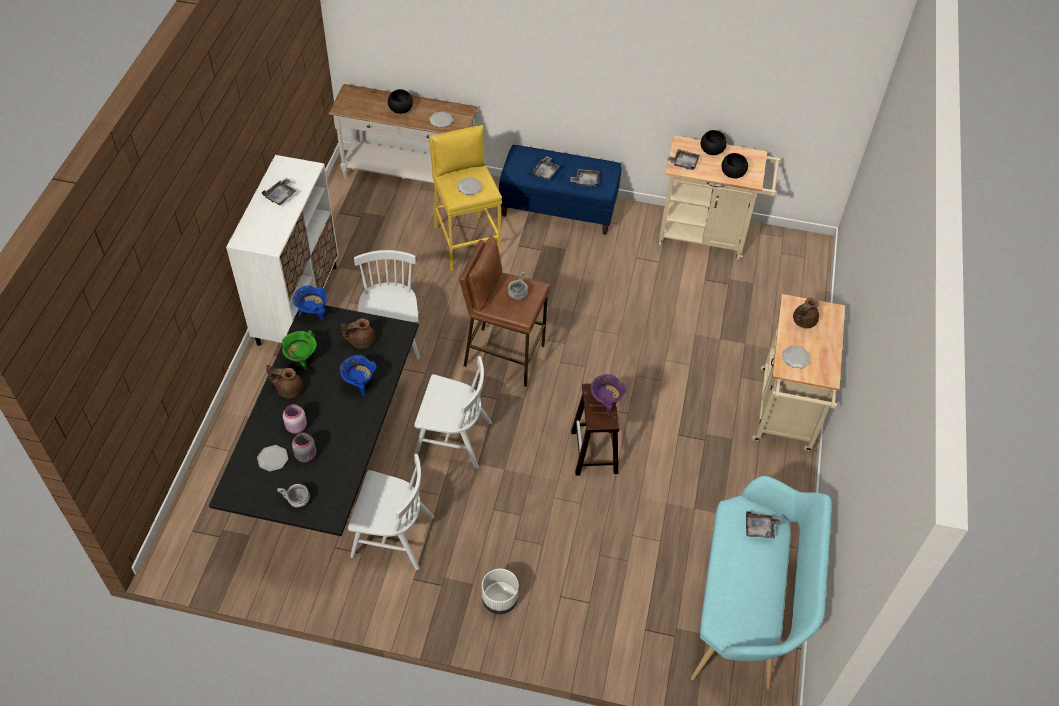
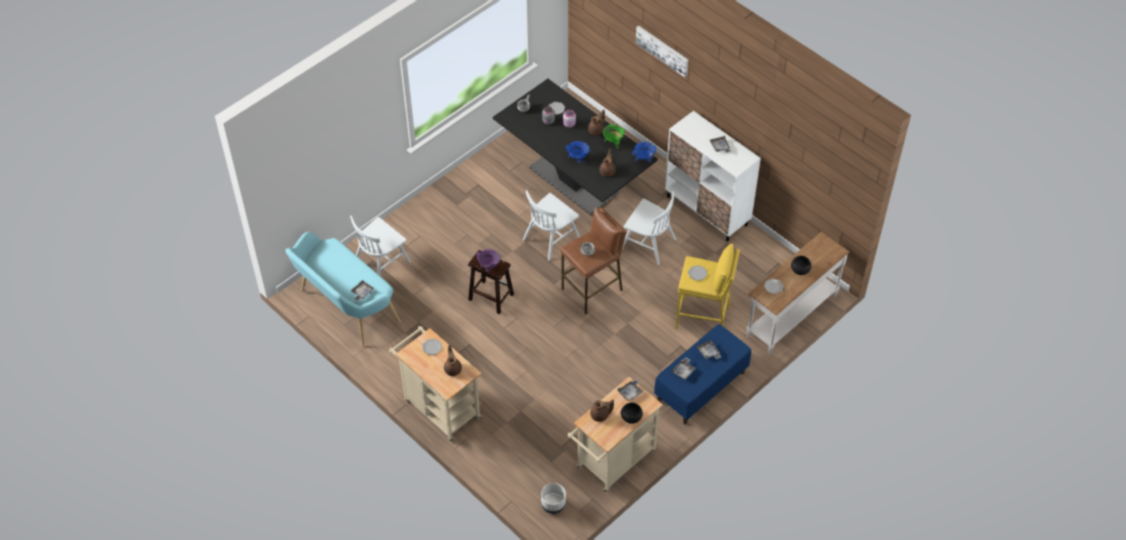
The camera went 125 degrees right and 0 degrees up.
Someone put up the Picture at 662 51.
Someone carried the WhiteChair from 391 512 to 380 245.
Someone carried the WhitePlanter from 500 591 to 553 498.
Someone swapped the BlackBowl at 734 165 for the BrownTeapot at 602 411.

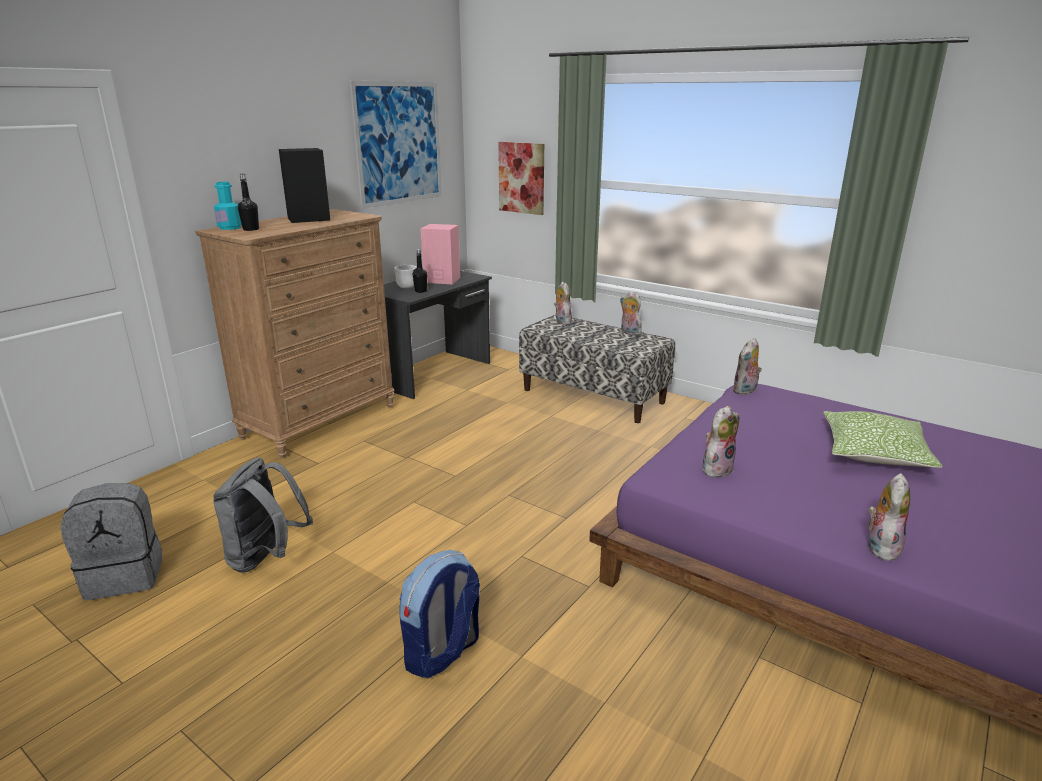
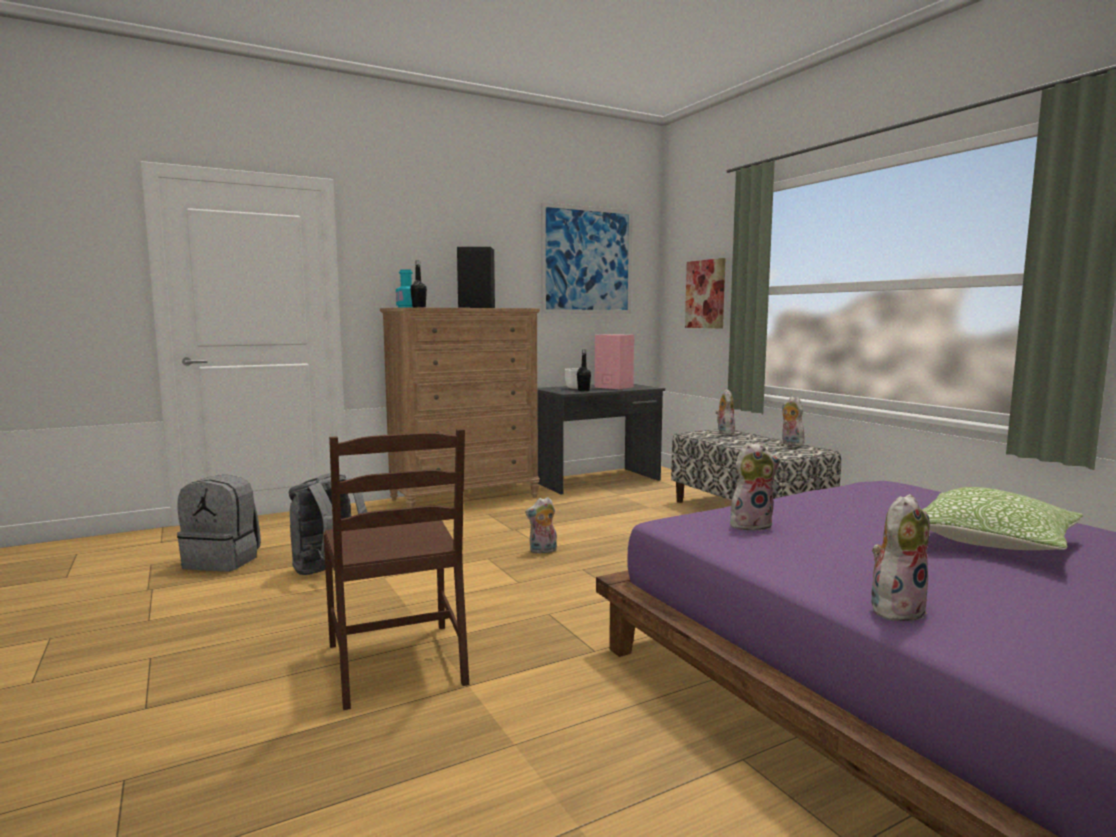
The camera went 25 degrees right and 15 degrees down.
Someone carried the PlushToy from 747 366 to 541 525.
Someone swapped the Backpack at 439 614 for the BrownChair at 396 569.

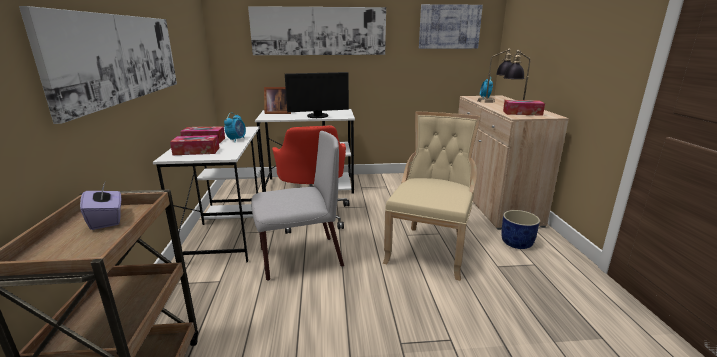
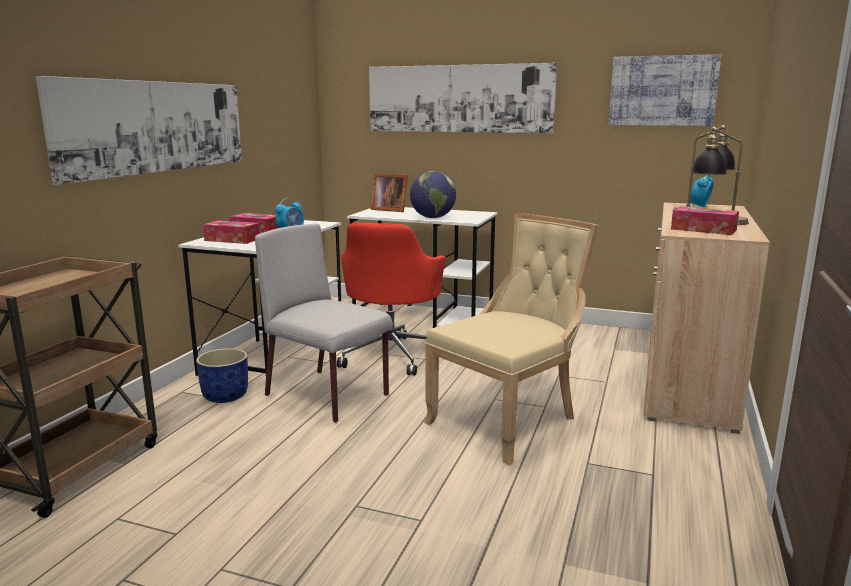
The camera went 25 degrees right and 5 degrees down.
Someone took away the PurpleTissueBox at 100 206.
Someone carried the BluePlanter from 521 229 to 222 375.
Someone swapped the Monitor at 317 95 for the Globe at 433 194.
Someone rotated the GreyChair at 297 206 by 150 degrees counterclockwise.

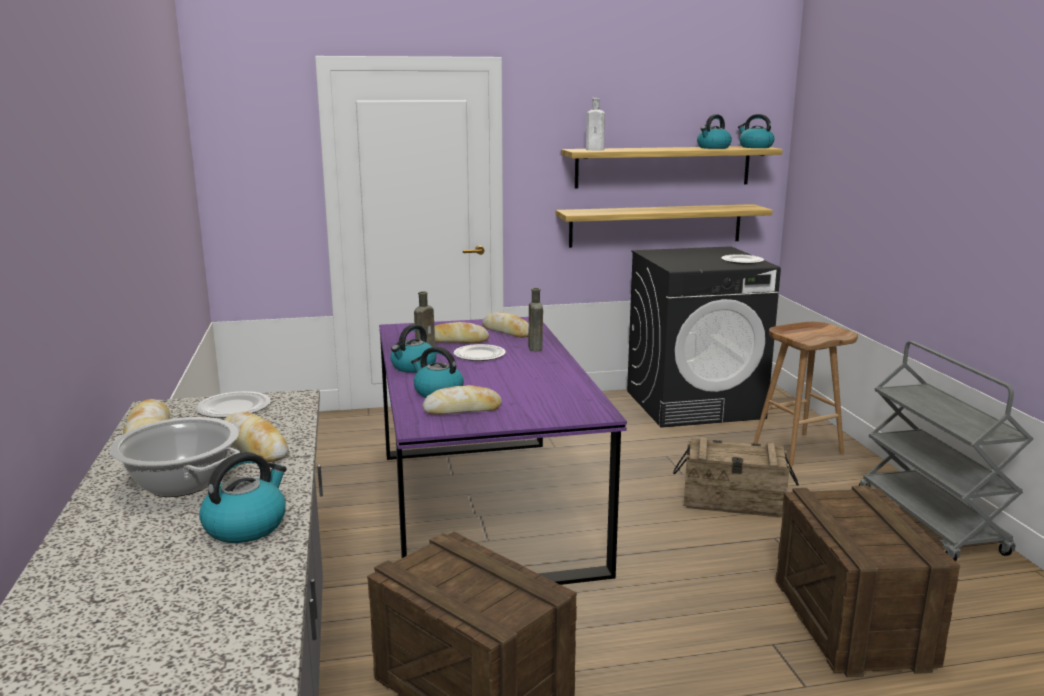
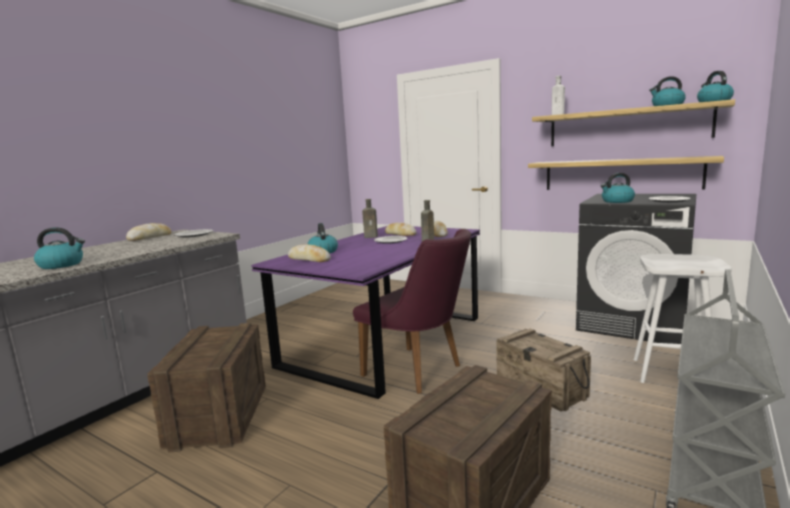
The camera went 45 degrees right and 5 degrees down.
Someone took away the CookingPot at 174 457.
Someone took away the Bread at 256 437.
Someone put down the PurpleChair at 412 311.
Someone carried the Kettle from 413 348 to 618 188.
Someone repainted the BrownStool at 805 394, which became the WhiteStool at 683 318.

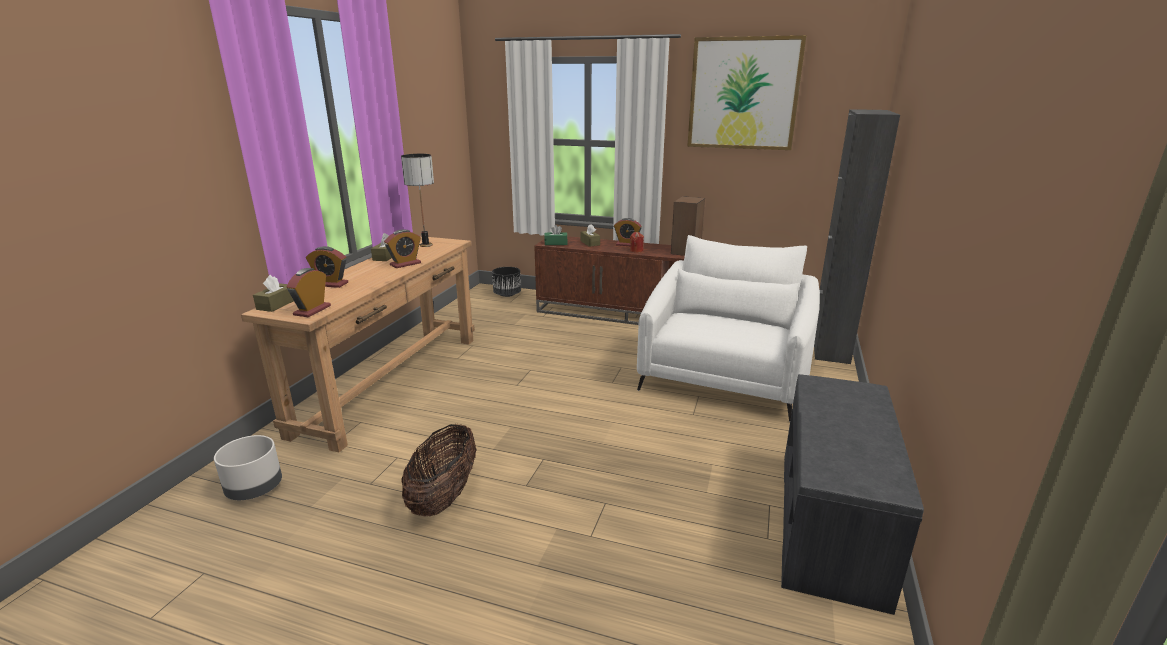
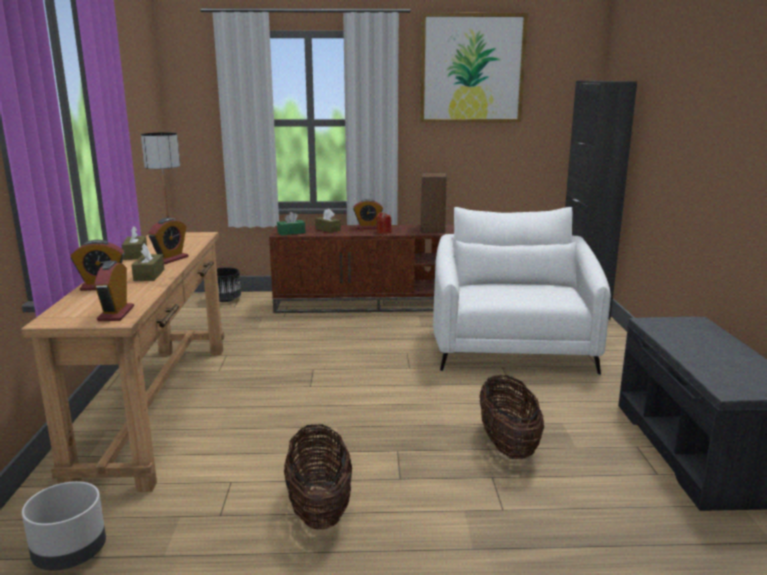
The camera went 20 degrees left and 5 degrees down.
Someone put down the Basket at 511 417.
Someone carried the BrownTissueBox from 273 293 to 147 262.

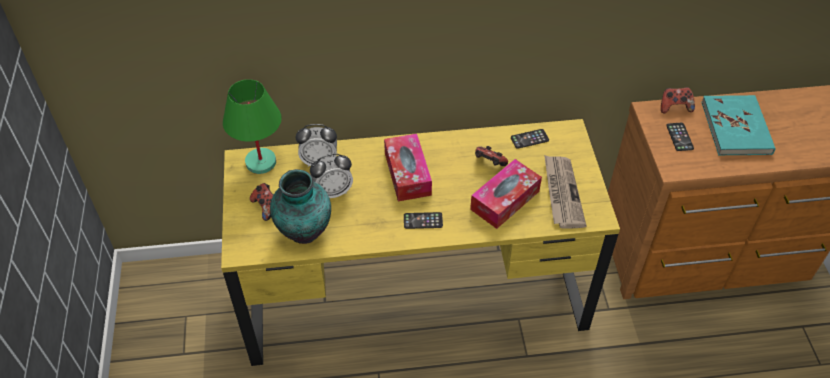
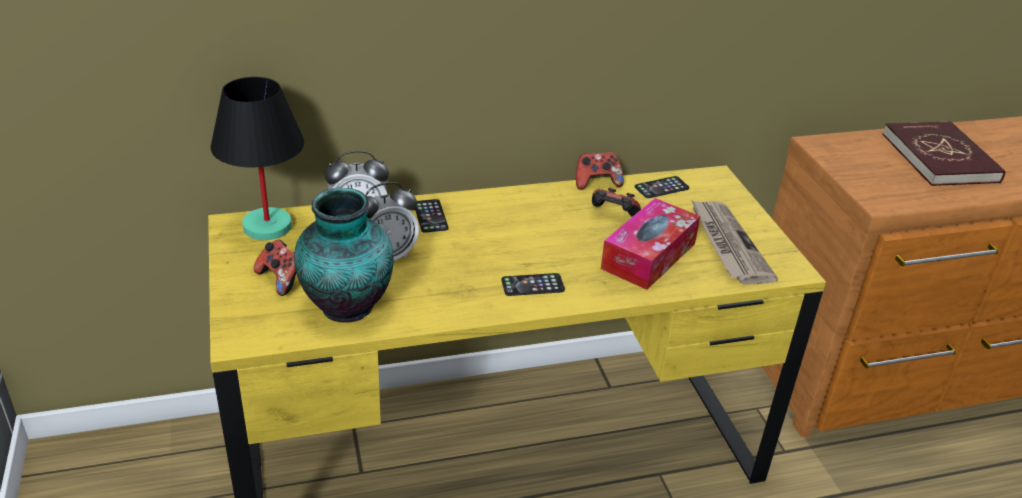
The camera went 10 degrees left and 15 degrees down.
Someone took away the TissueBox at 408 167.
Someone carried the GameController from 678 100 to 600 171.
Someone carried the Phone from 680 137 to 432 216.
Someone repainted the GreenTableLamp at 252 126, which became the BlackTableLamp at 257 158.
Someone repainted the TurquoiseBook at 738 125, which became the RedBook at 944 153.

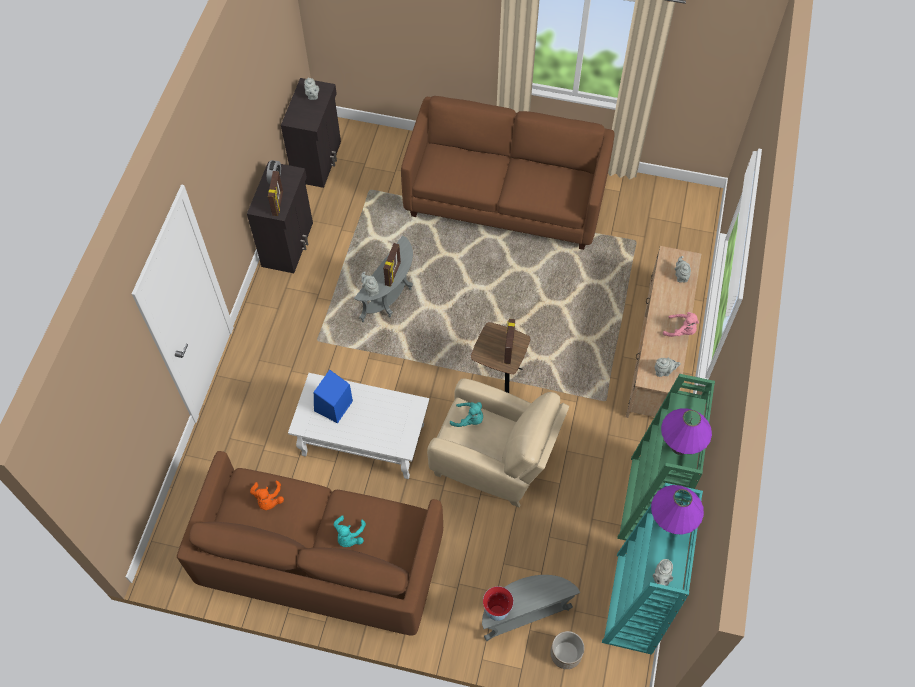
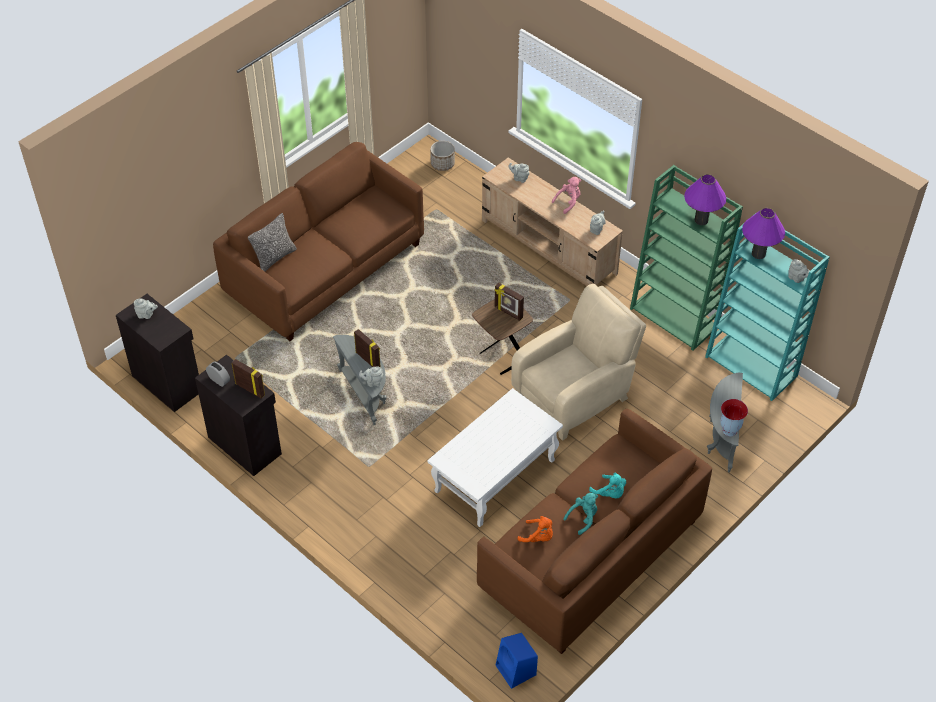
The camera went 60 degrees left and 10 degrees down.
Someone put down the Pillow at 272 242.
Someone carried the BlueSpeaker from 333 396 to 517 661.
Someone carried the TurquoisePlushToy from 466 414 to 580 514.
Someone carried the Planter from 567 650 to 442 156.

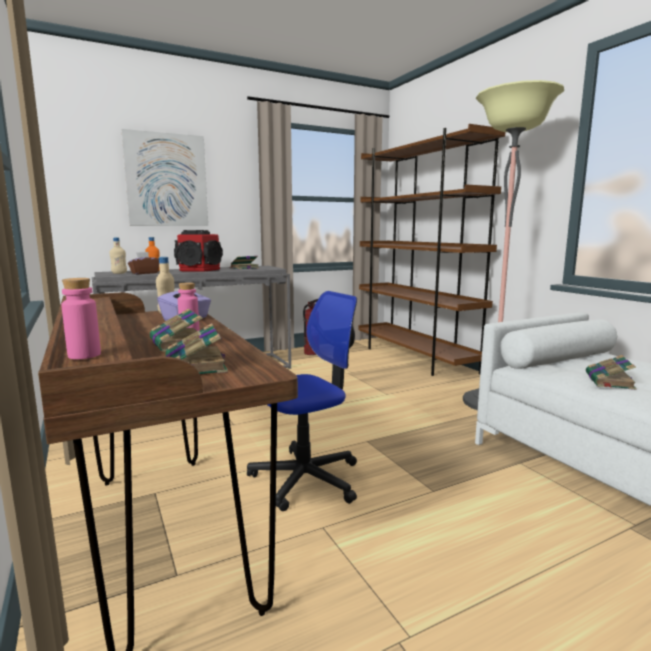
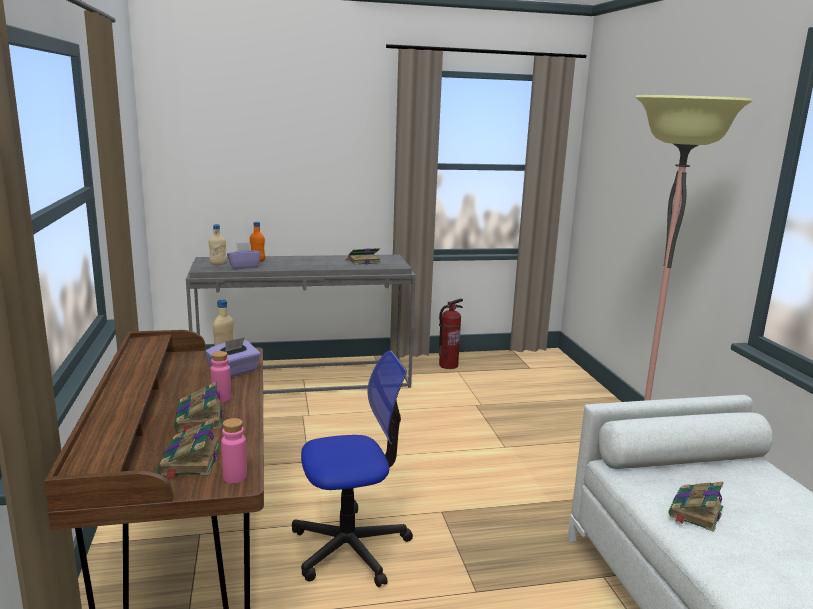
The camera went 15 degrees right and 5 degrees up.
Someone took away the Picture at 164 177.
Someone took away the Speaker at 198 251.
Someone took away the BrownBookcase at 432 250.
Someone carried the PinkBottle from 81 318 to 234 450.
Someone repainted the BrownTissueBox at 143 263, which became the PurpleTissueBox at 244 255.

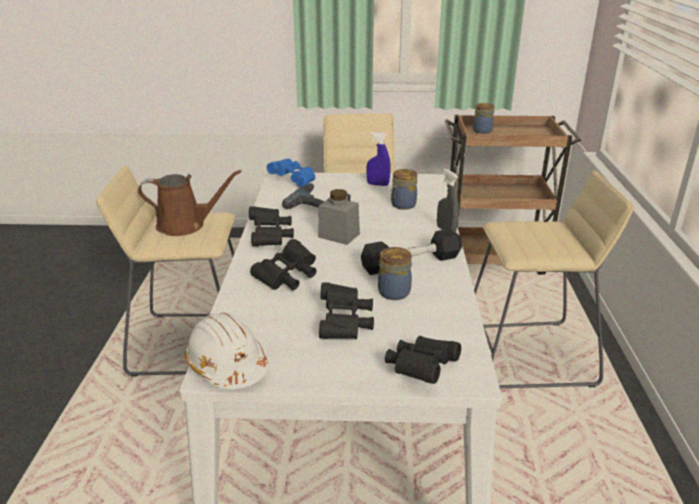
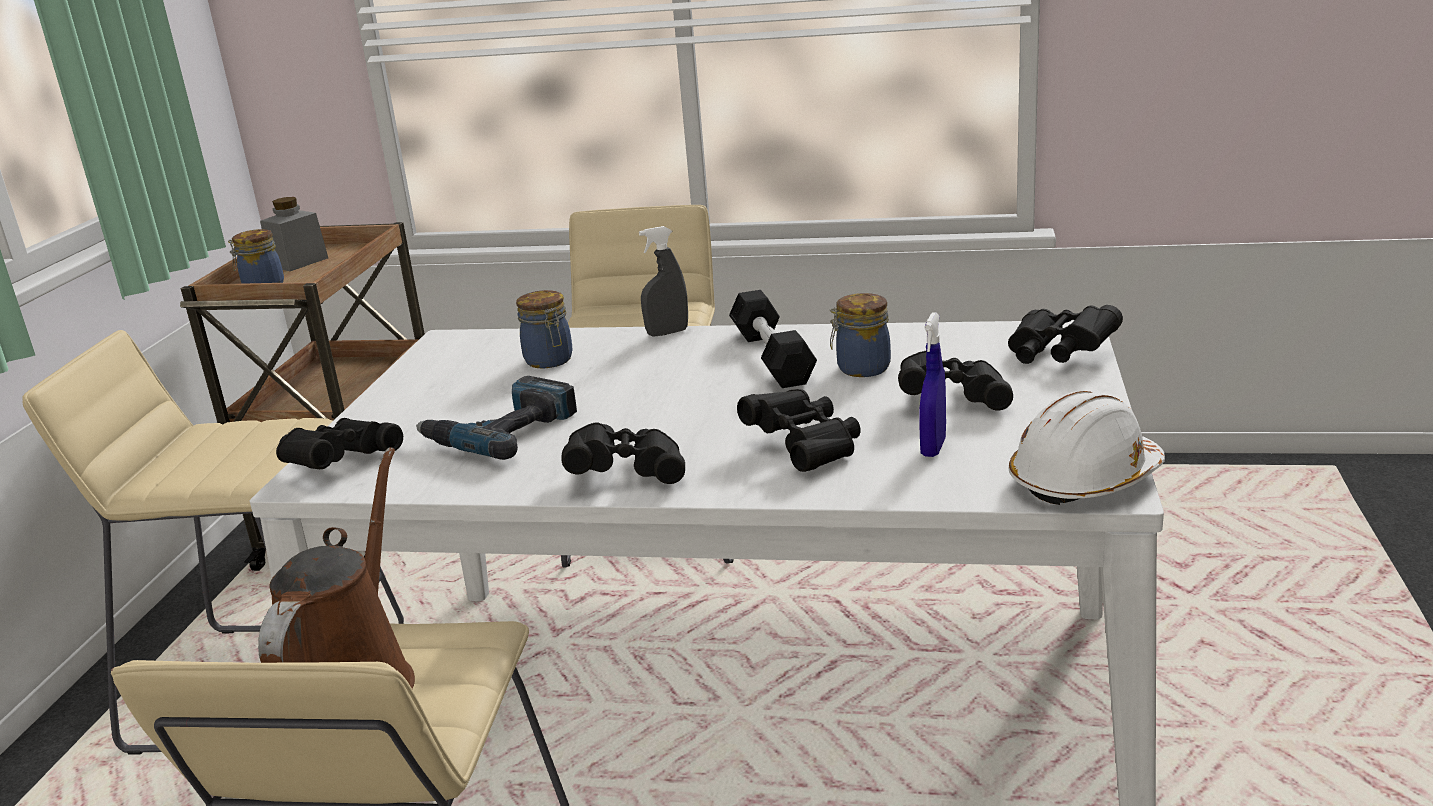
The camera went 80 degrees left and 5 degrees down.
Someone carried the GreyJar from 339 217 to 294 234.
Someone carried the BlueSprayBottle from 378 159 to 932 384.
Someone repainted the BlueBinoculars at 291 173, which became the BlackBinoculars at 339 443.

